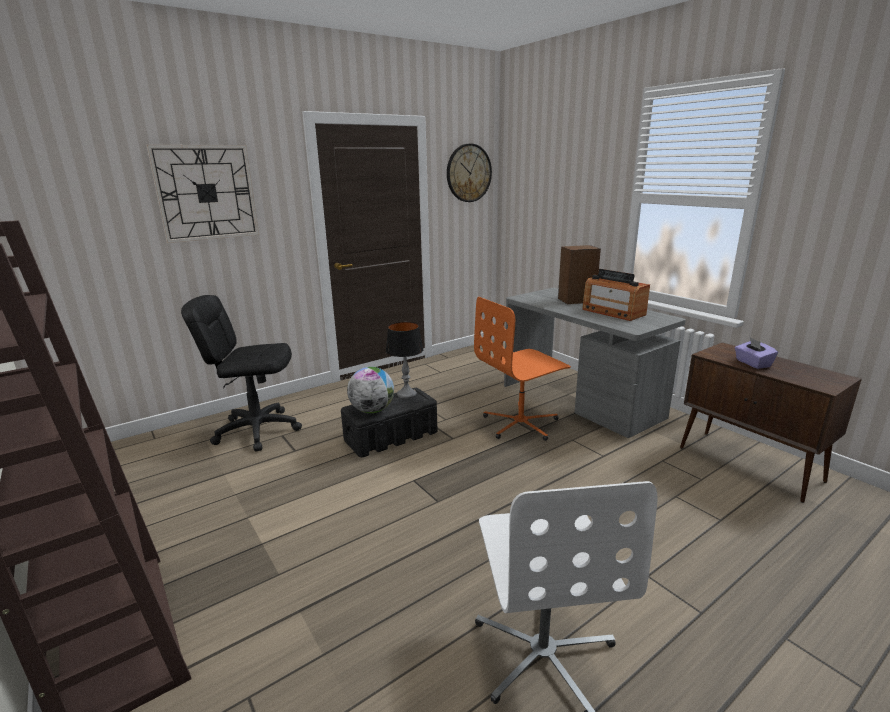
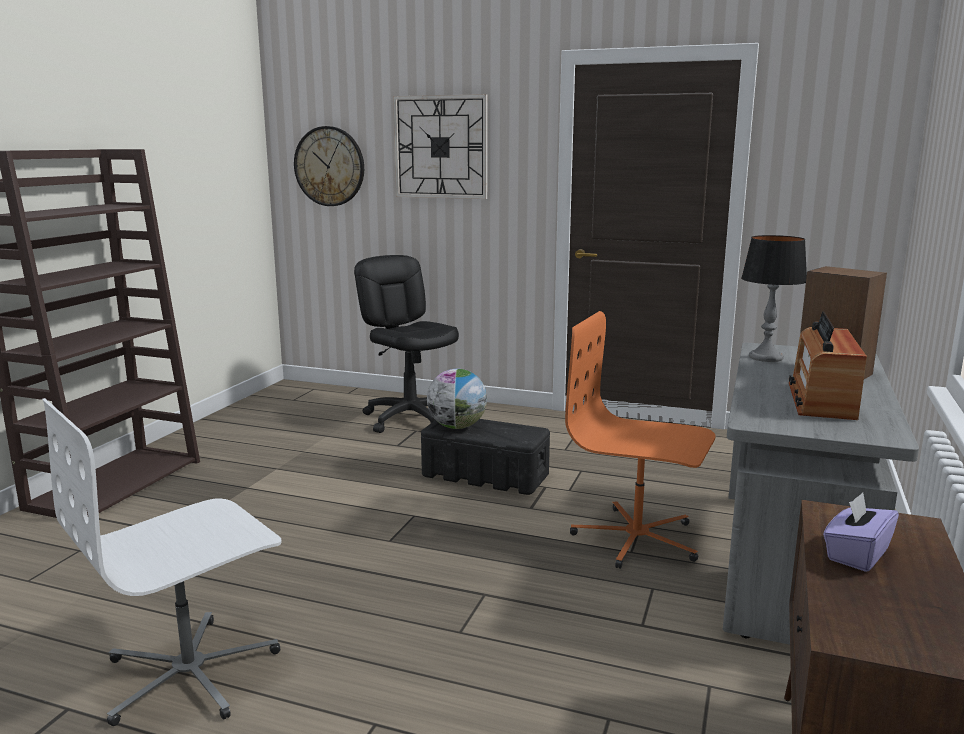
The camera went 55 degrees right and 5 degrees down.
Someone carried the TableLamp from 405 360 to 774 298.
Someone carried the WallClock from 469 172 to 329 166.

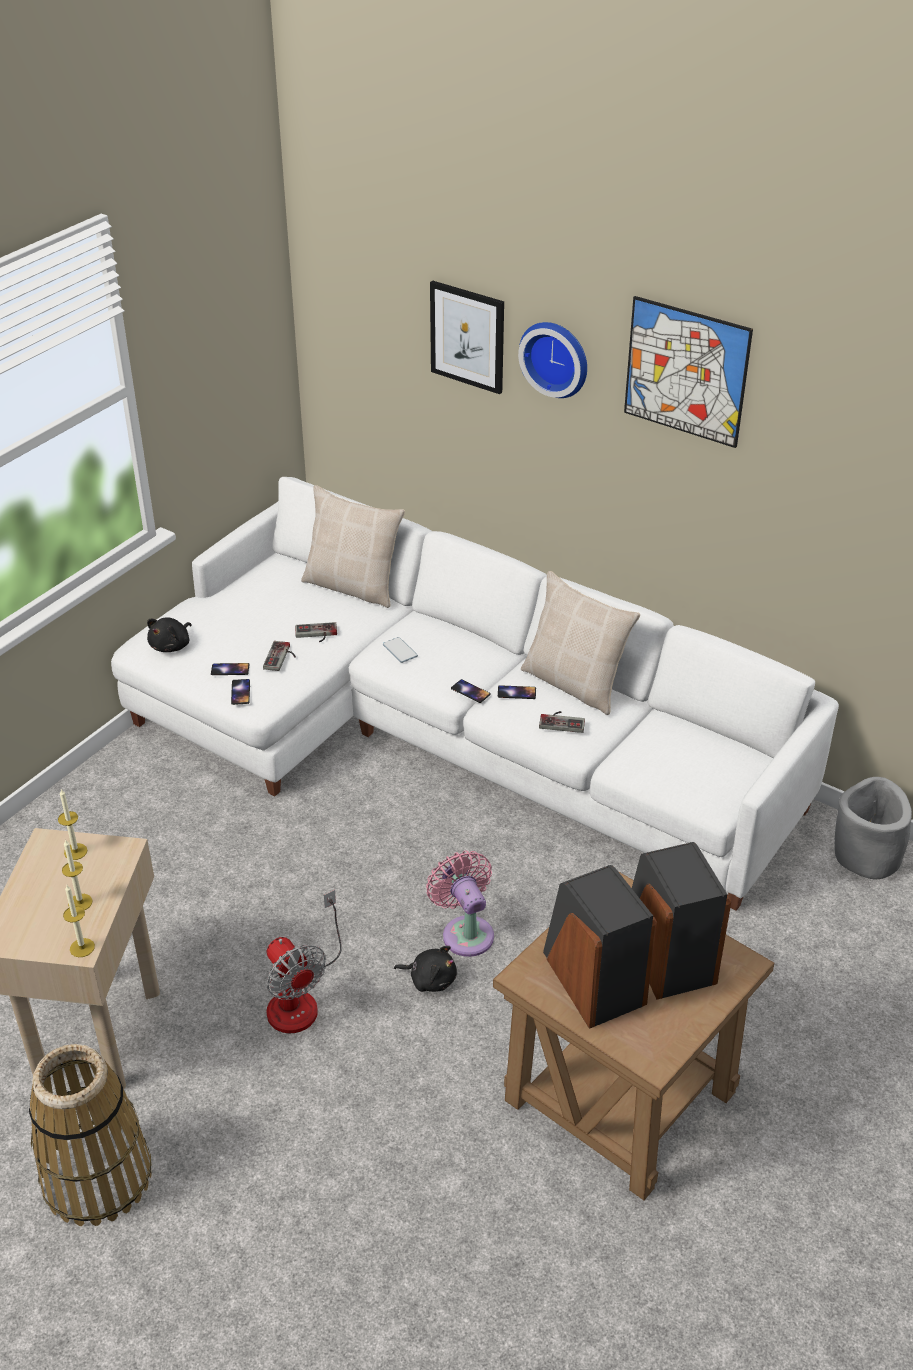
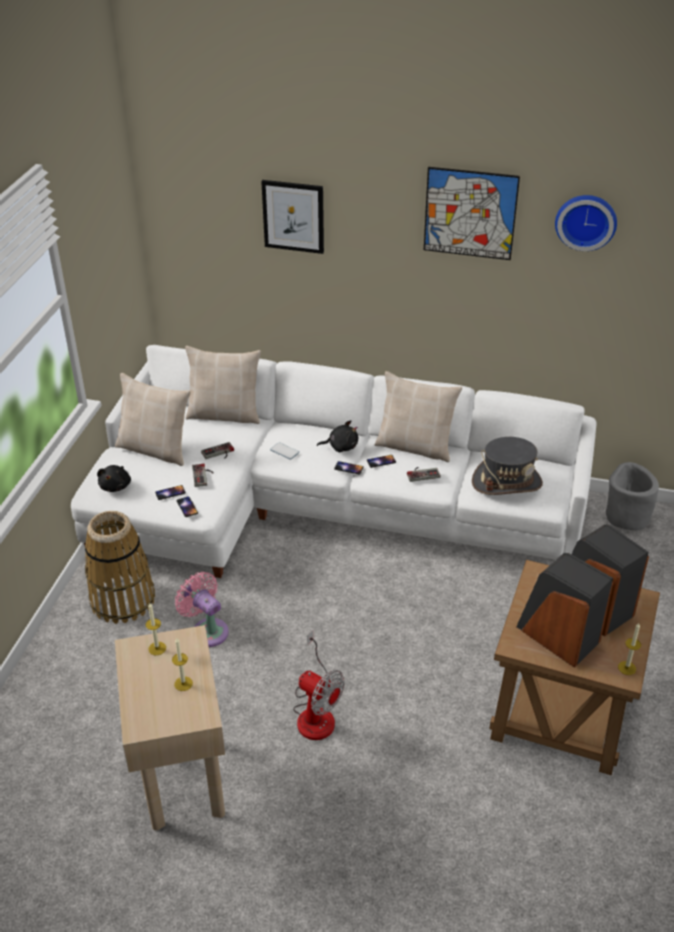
The camera went 20 degrees left and 0 degrees up.
Someone put down the BeigePillow at 153 419.
Someone put down the GreyHat at 507 466.
Someone carried the Basket from 90 1135 to 120 567.
Someone carried the Candle from 79 921 to 629 649.
Someone carried the BlackPlushToy from 425 969 to 337 436.
Someone carried the PinkFan from 460 904 to 202 609.
Someone carried the WallClock from 552 360 to 586 223.

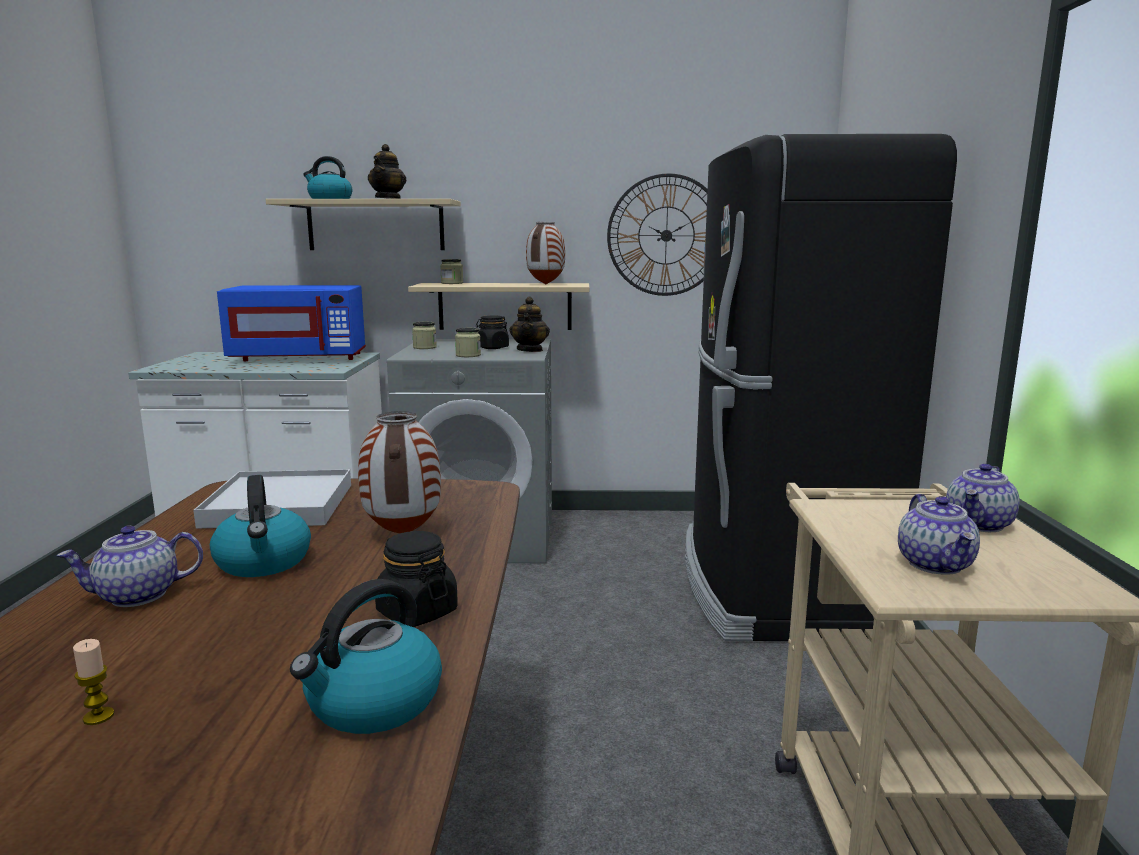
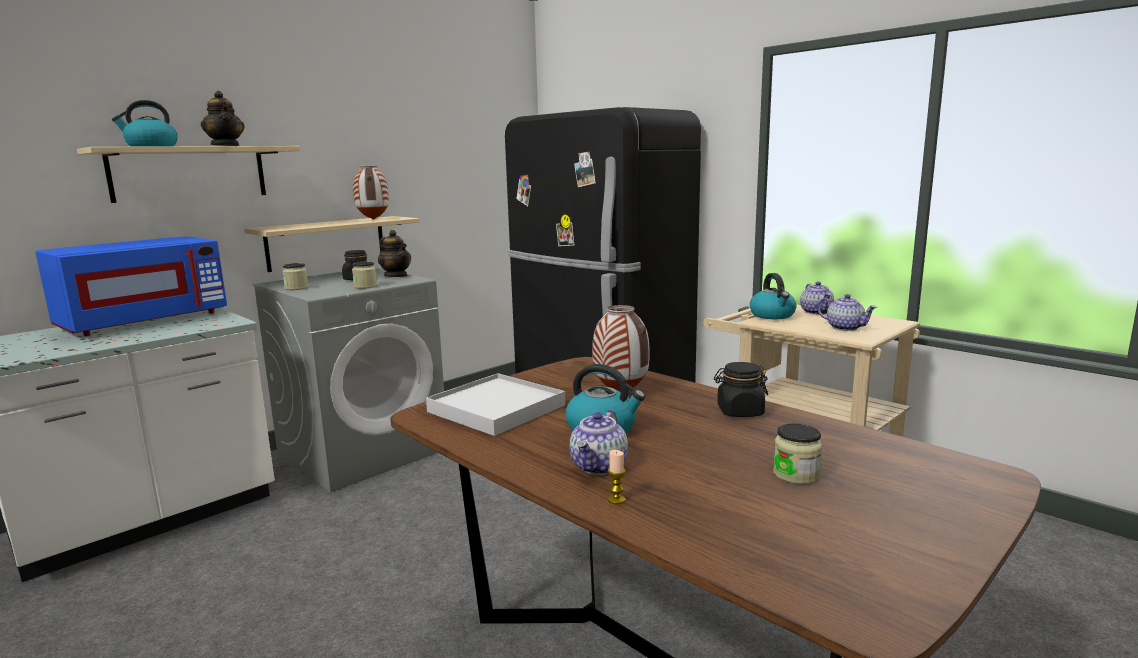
The camera went 45 degrees left and 0 degrees up.
Someone took away the WallClock at 657 234.
Someone carried the Candle from 93 682 to 617 477.
Someone carried the Kettle from 366 656 to 773 296.
Someone carried the Jar from 451 271 to 797 454.

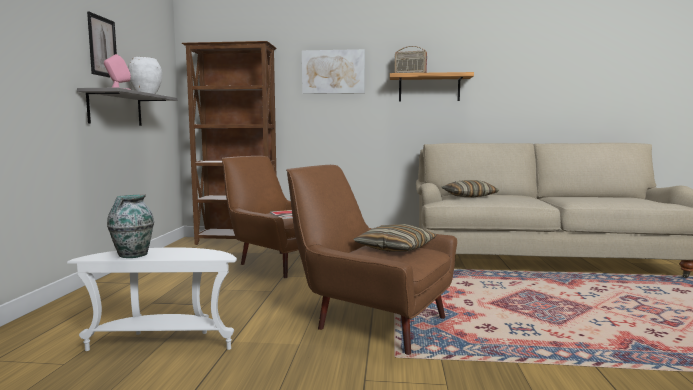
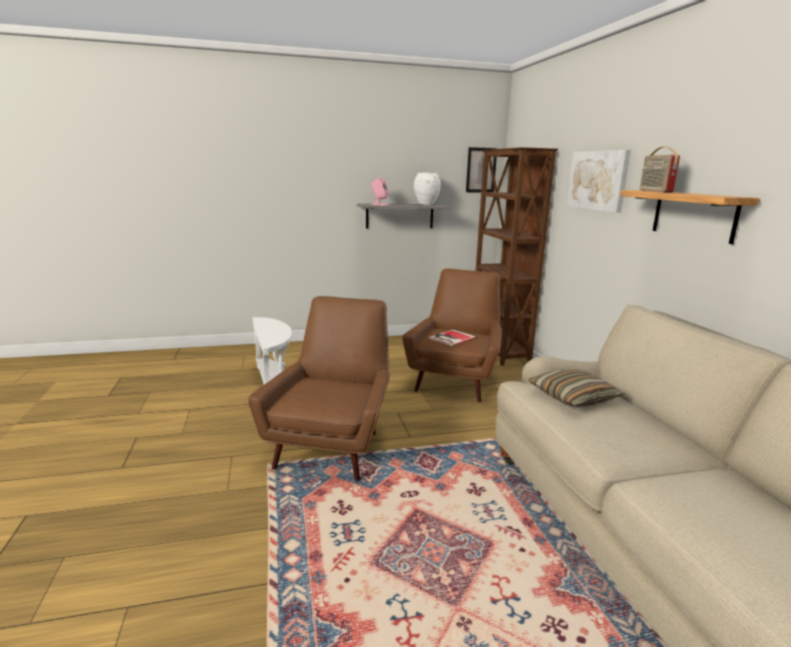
The camera went 70 degrees right and 10 degrees up.
Someone took away the Vase at 130 226.
Someone took away the Pillow at 394 238.
Someone carried the Picture from 102 44 to 481 170.

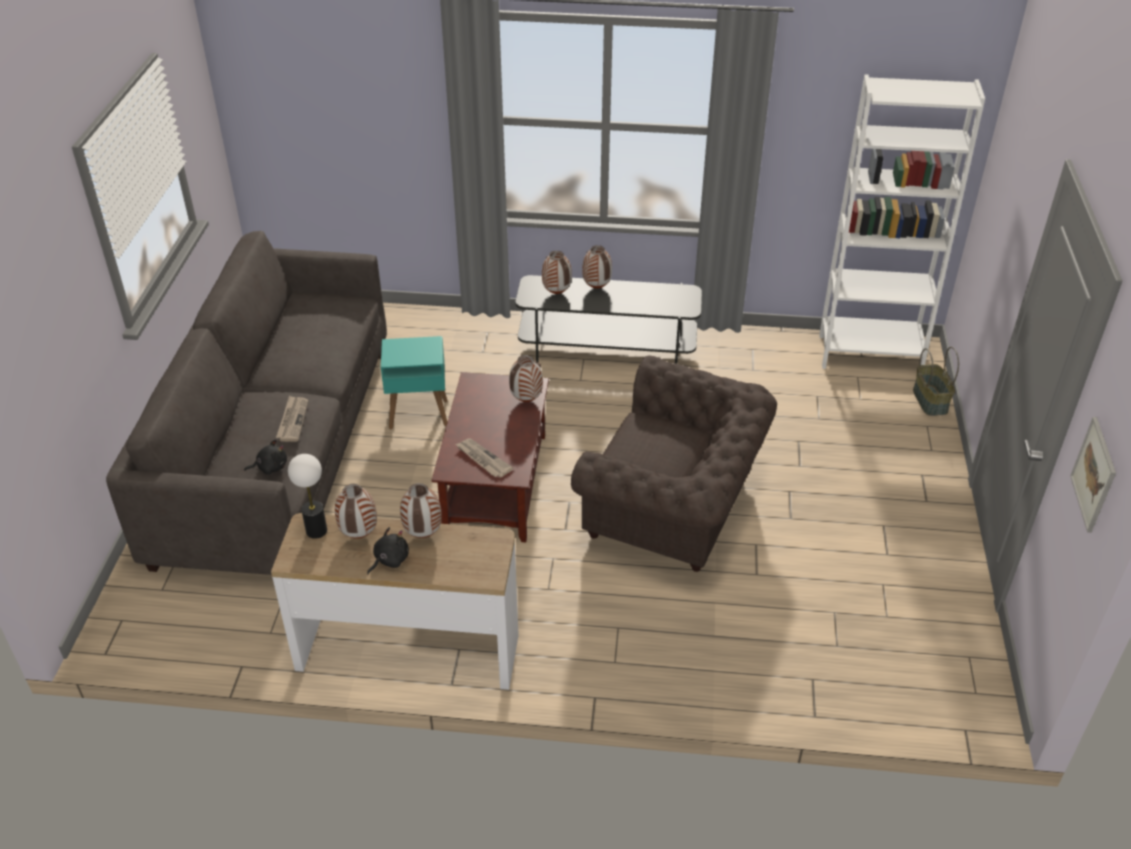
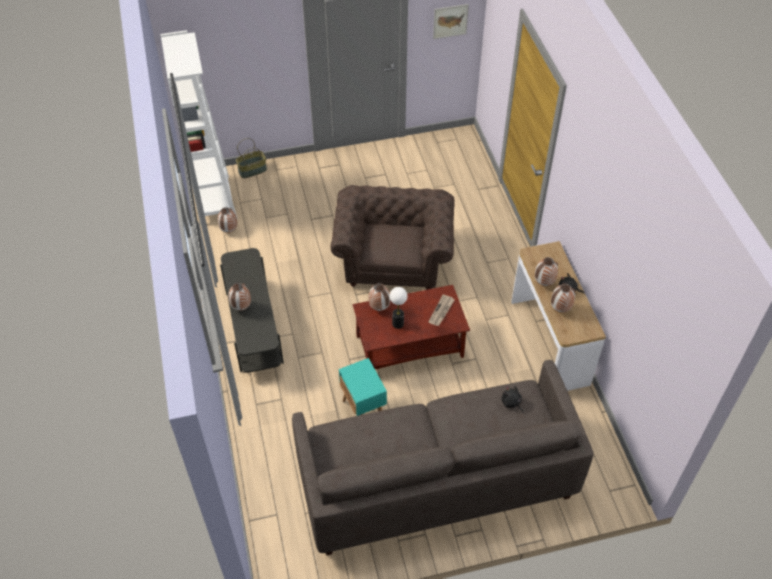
The camera went 110 degrees left and 10 degrees up.
Someone took away the Newspaper at 292 419.
Someone carried the TableLamp from 307 496 to 399 308.
Someone carried the Vase from 557 272 to 227 220.

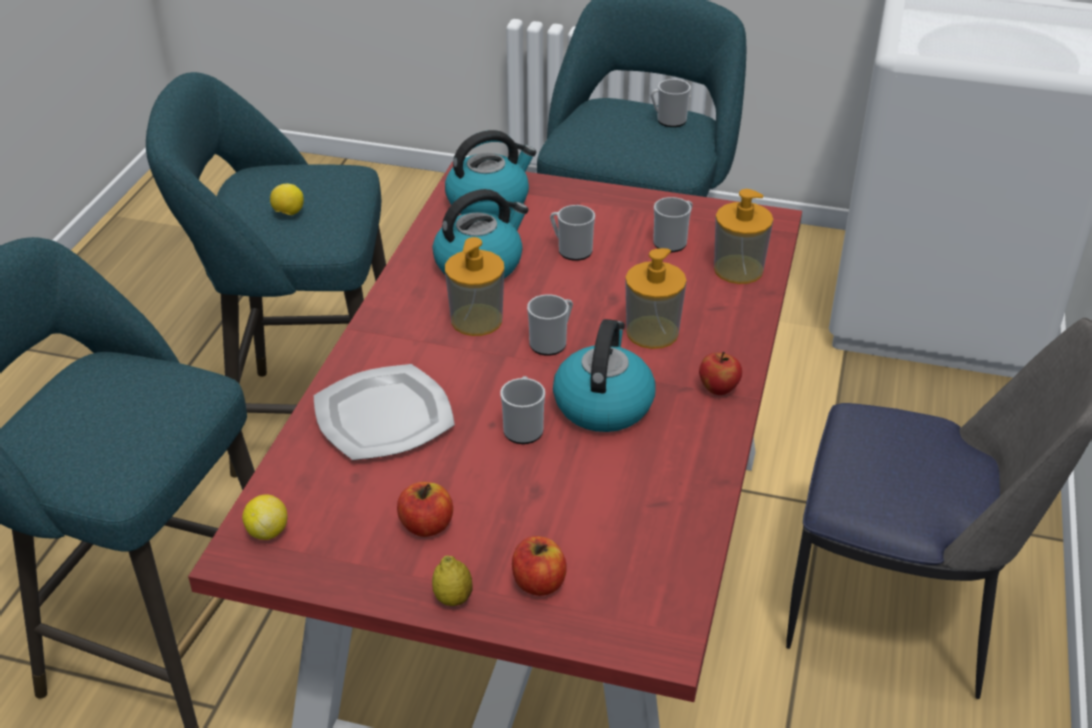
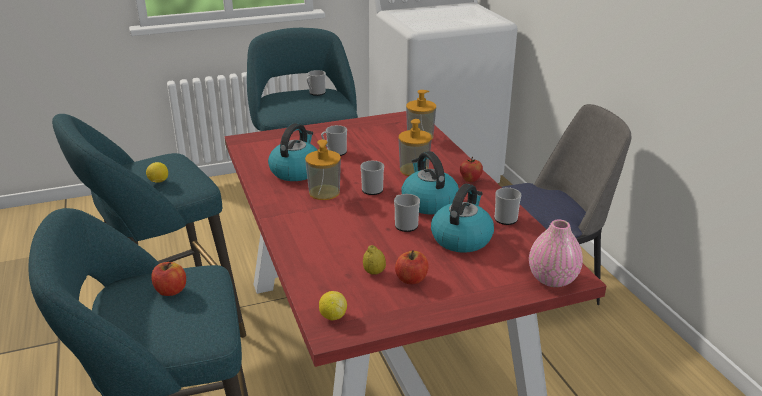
The camera went 35 degrees left and 10 degrees down.
Someone took away the Plate at 384 412.
Someone put down the PinkVase at 556 253.
Someone carried the Lemon from 452 581 to 374 260.
Someone carried the Kettle from 491 173 to 462 218.
Someone carried the Apple from 539 566 to 168 279.
Someone carried the Mug from 673 224 to 508 206.

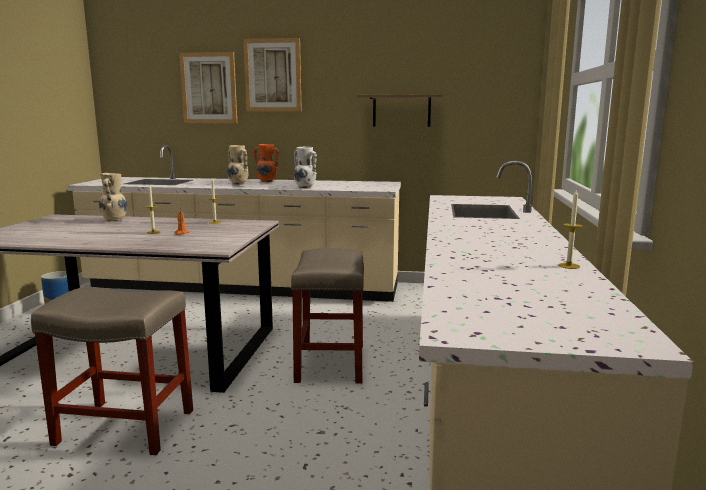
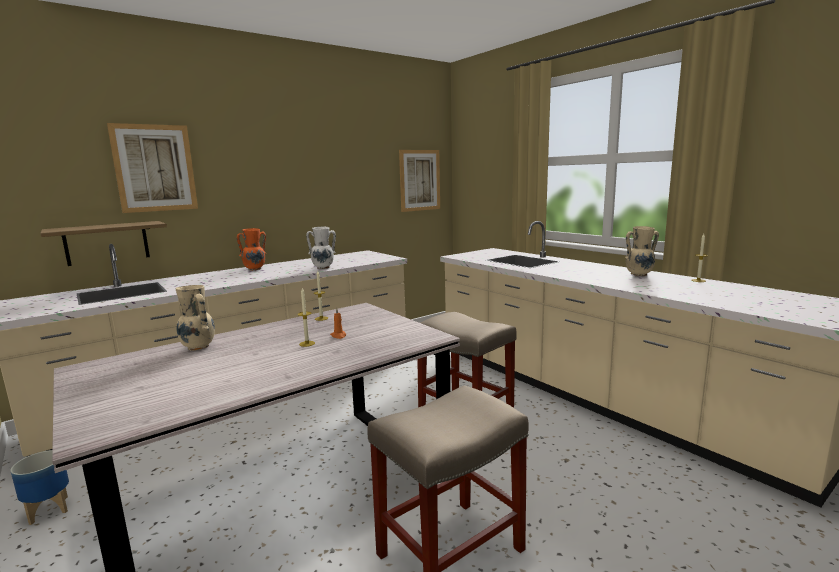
The camera went 45 degrees left and 0 degrees up.
Someone carried the BeigeVase from 238 165 to 642 251.
Someone carried the Picture from 272 74 to 419 181.
Someone carried the Shelf from 400 110 to 103 243.

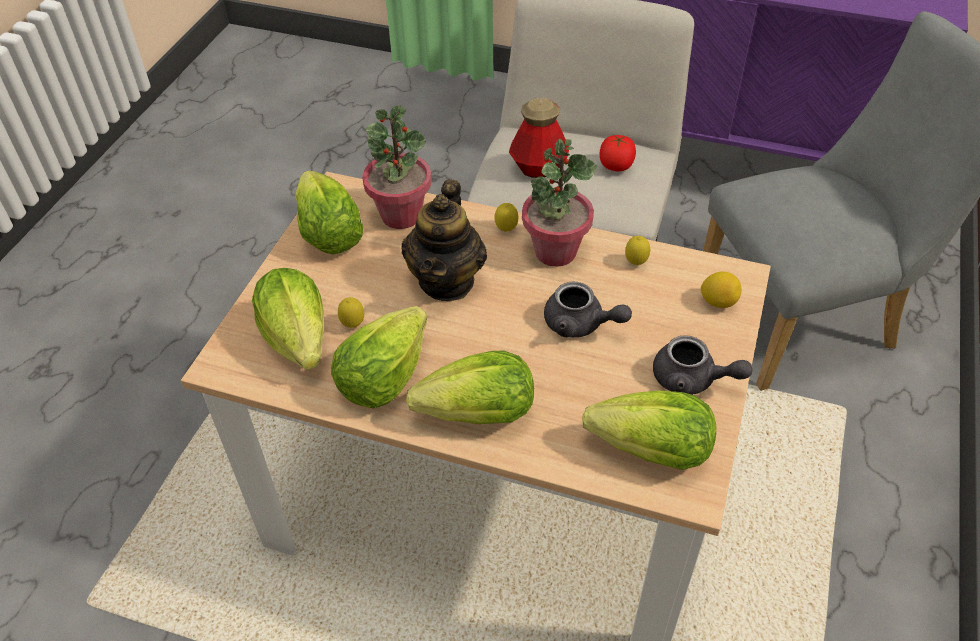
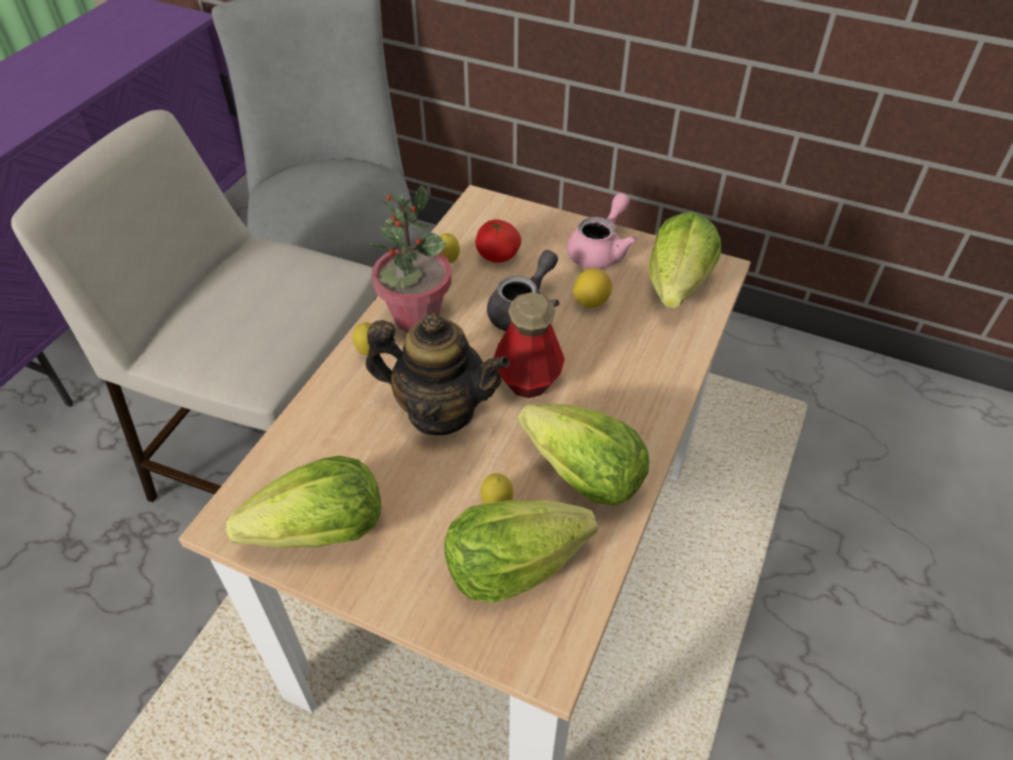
The camera went 85 degrees left and 0 degrees up.
Someone took away the PottedPlant at 397 167.
Someone took away the Lettuce at 470 387.
Someone carried the Bottle from 539 138 to 529 345.
Someone carried the Tomato from 618 153 to 498 241.
Someone carried the Lemon from 721 290 to 592 288.
Someone repainted the GreyTeapot at 702 365, which became the PinkTeapot at 601 231.

